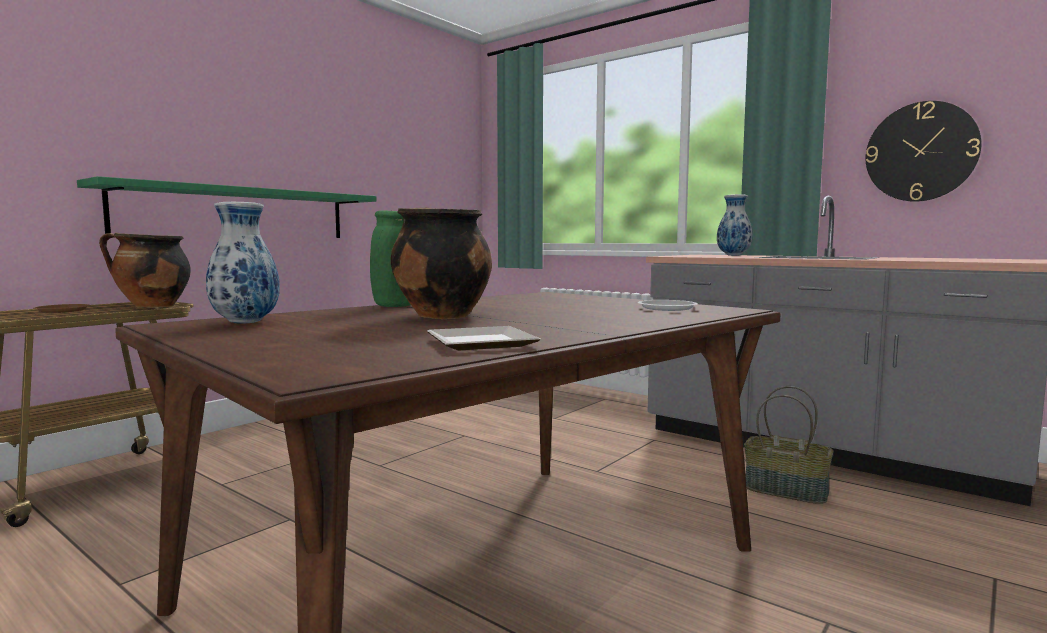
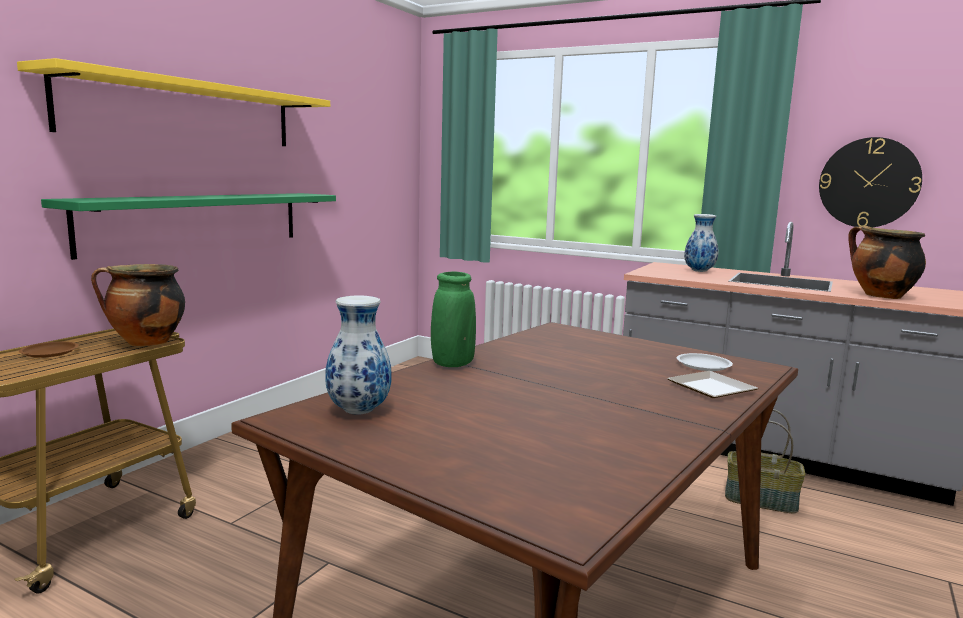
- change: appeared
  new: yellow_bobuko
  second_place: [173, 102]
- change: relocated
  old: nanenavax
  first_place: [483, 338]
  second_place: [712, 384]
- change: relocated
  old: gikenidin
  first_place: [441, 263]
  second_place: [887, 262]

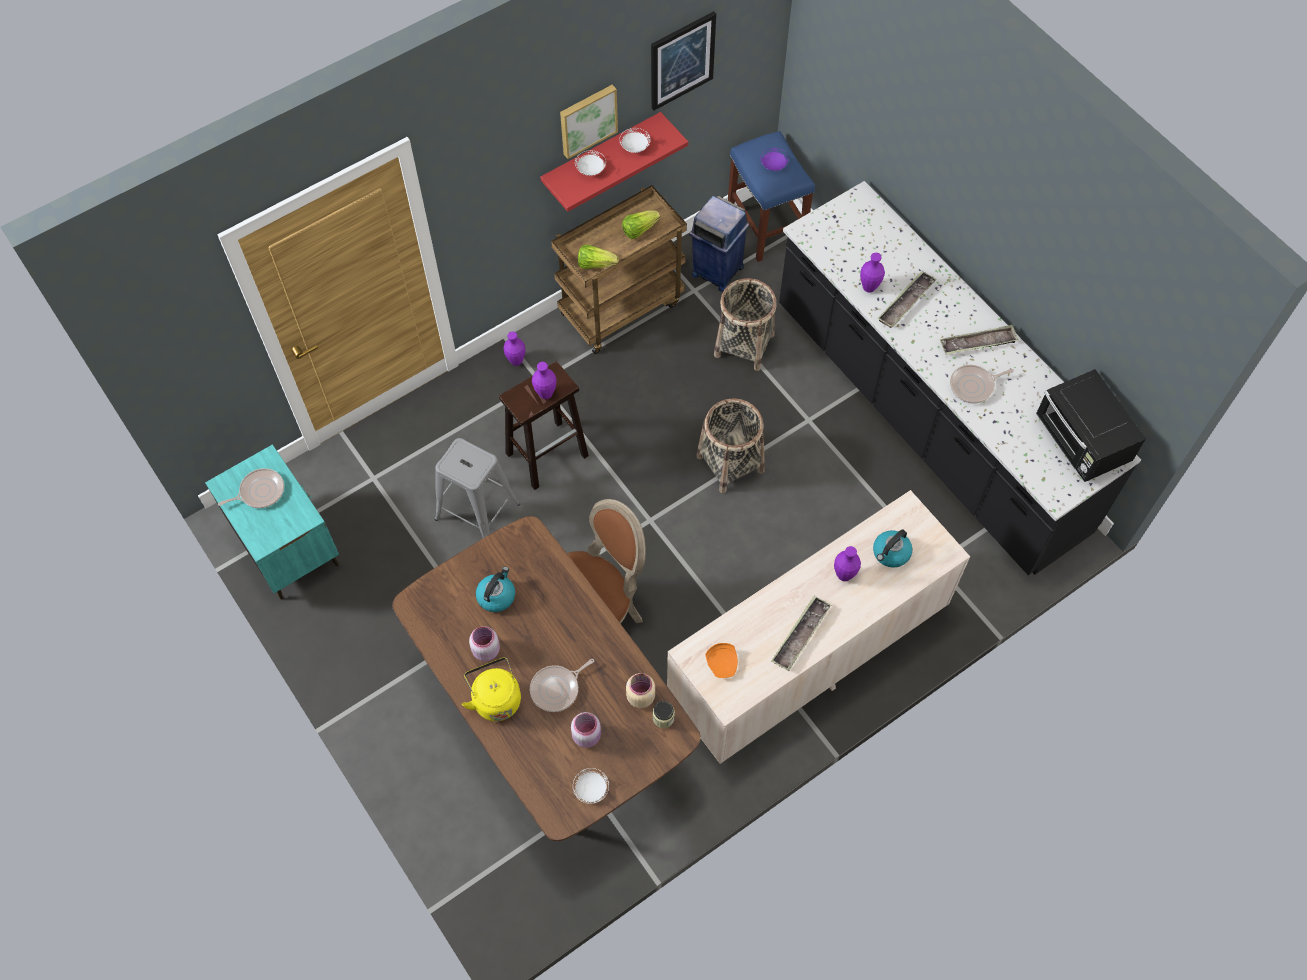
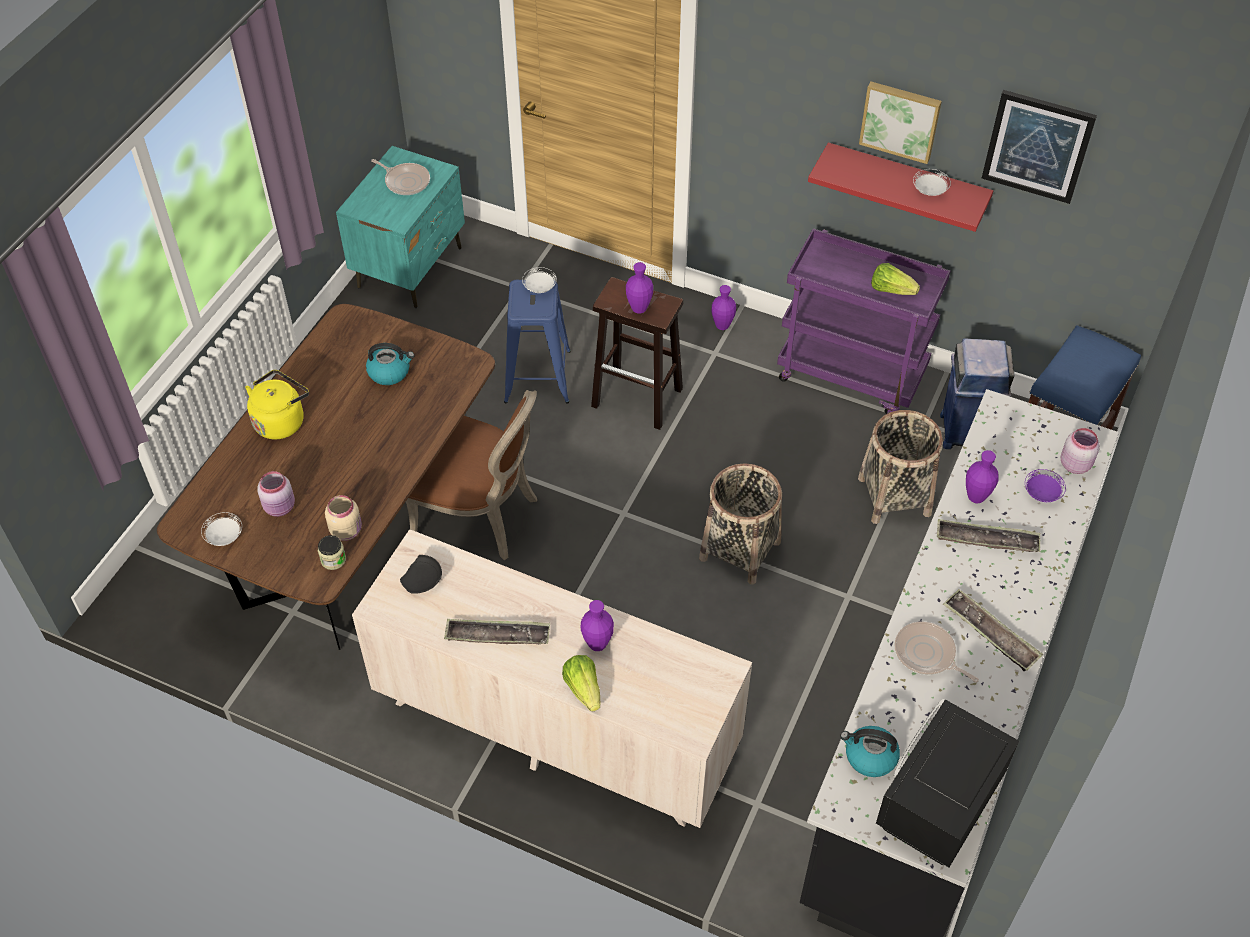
- change: colour
  old: orange_nanenavax
  new: black_nanenavax
  first_place: [722, 660]
  second_place: [421, 574]
- change: colour
  old: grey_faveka
  new: blue_faveka
  first_place: [477, 488]
  second_place: [537, 341]
- change: relocated
  old: white_nanenavax
  first_place: [590, 163]
  second_place: [539, 280]
- change: relocated
  old: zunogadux
  first_place: [598, 256]
  second_place: [581, 683]
- change: colour
  old: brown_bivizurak
  new: purple_bivizurak
  first_place: [619, 269]
  second_place: [863, 321]
- change: relocated
  old: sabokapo
  first_place: [892, 548]
  second_place: [870, 751]
- change: relocated
  old: purple_nanenavax
  first_place: [774, 159]
  second_place: [1045, 485]
- change: relocated
  old: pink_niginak
  first_place: [484, 643]
  second_place: [1080, 451]
- change: missing
  old: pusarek
  first_place: [562, 685]

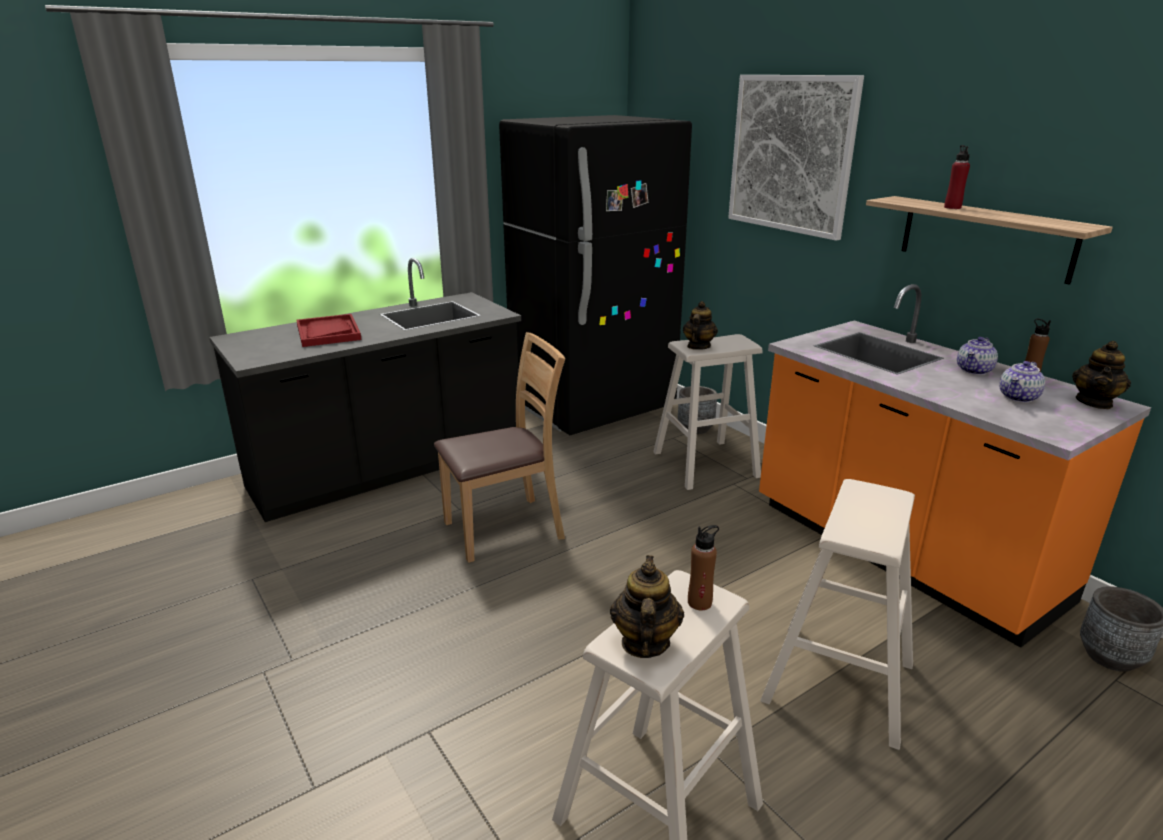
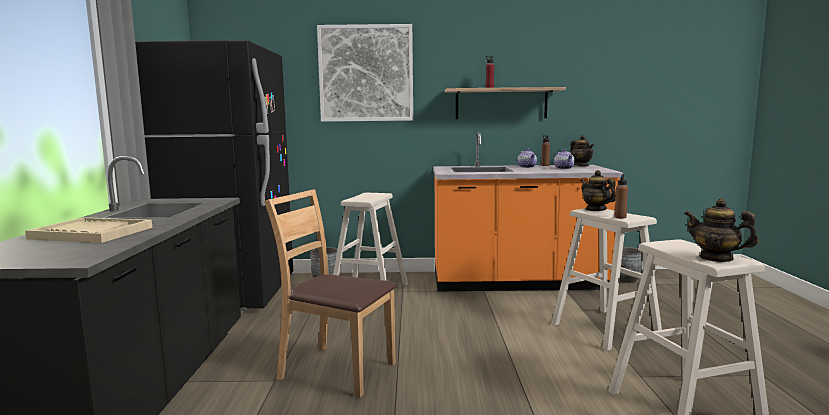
- change: colour
  old: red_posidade
  new: beige_posidade
  first_place: [329, 330]
  second_place: [88, 230]
- change: spun
  old: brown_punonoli
  first_place: [499, 447]
  second_place: [330, 293]
  degrees: -75
- change: relocated
  old: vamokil
  first_place: [700, 325]
  second_place: [598, 190]
- change: relocated
  old: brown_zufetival
  first_place: [703, 567]
  second_place: [621, 196]

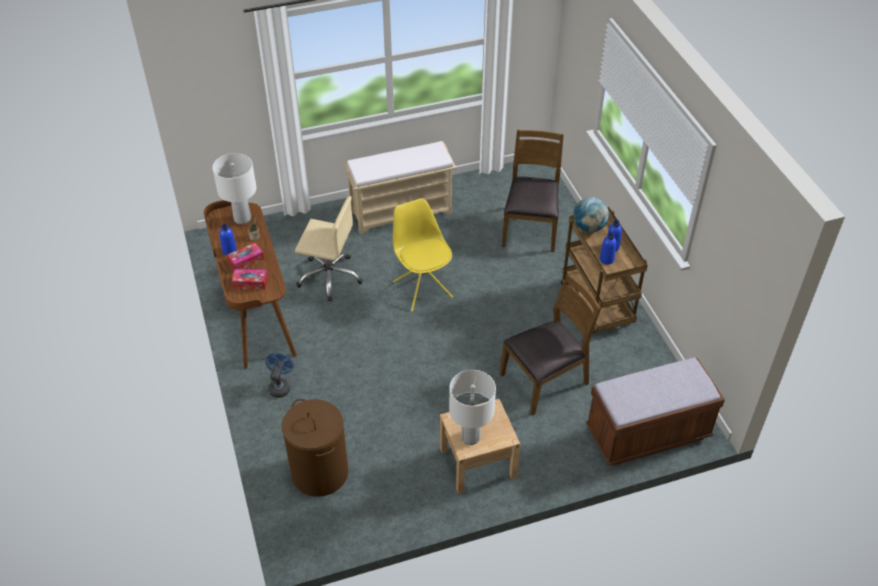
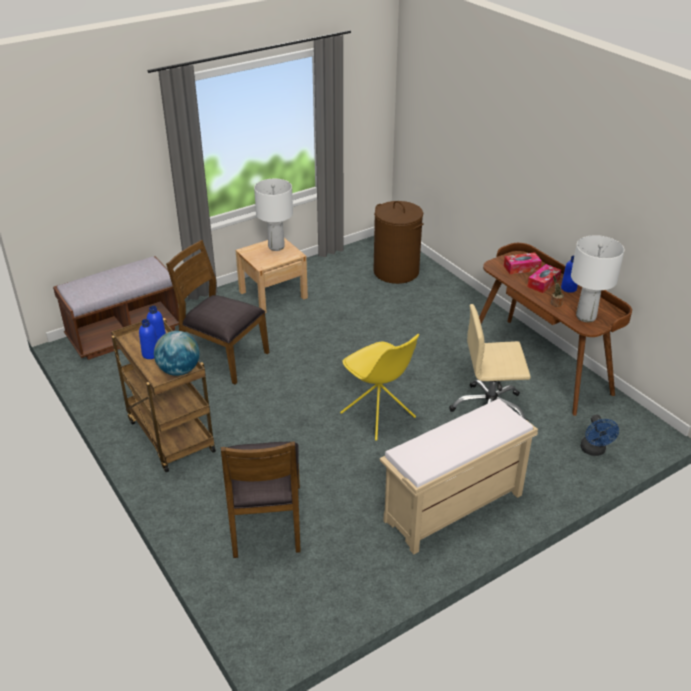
- change: spun
  old: brown_punonoli
  first_place: [550, 344]
  second_place: [217, 312]
  degrees: 75
- change: relocated
  old: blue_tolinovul
  first_place: [279, 375]
  second_place: [599, 435]

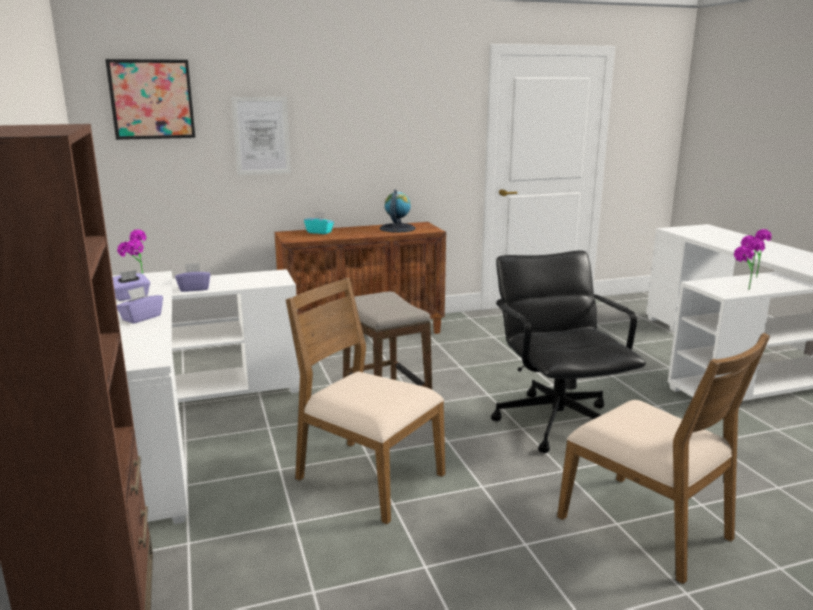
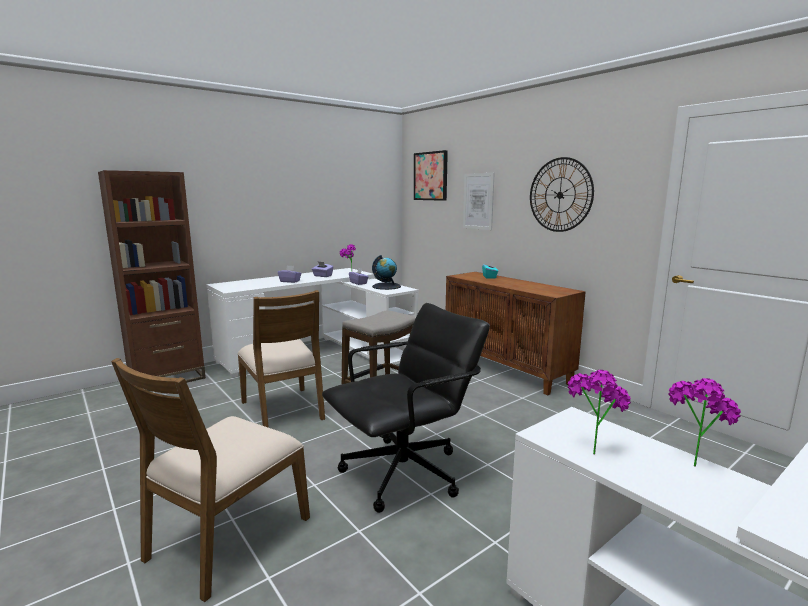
- change: spun
  old: brown_punonoli
  first_place: [365, 400]
  second_place: [281, 359]
  degrees: 135
- change: relocated
  old: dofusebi
  first_place: [398, 211]
  second_place: [386, 272]
- change: appeared
  new: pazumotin
  second_place: [562, 194]

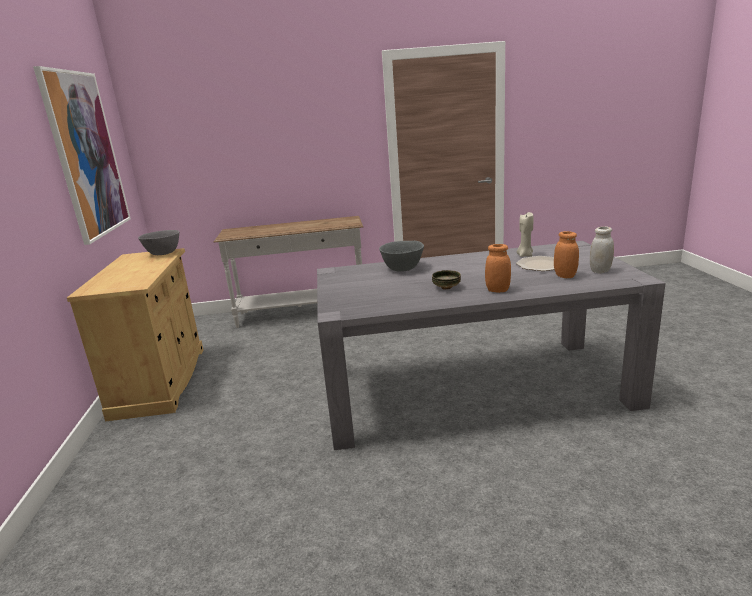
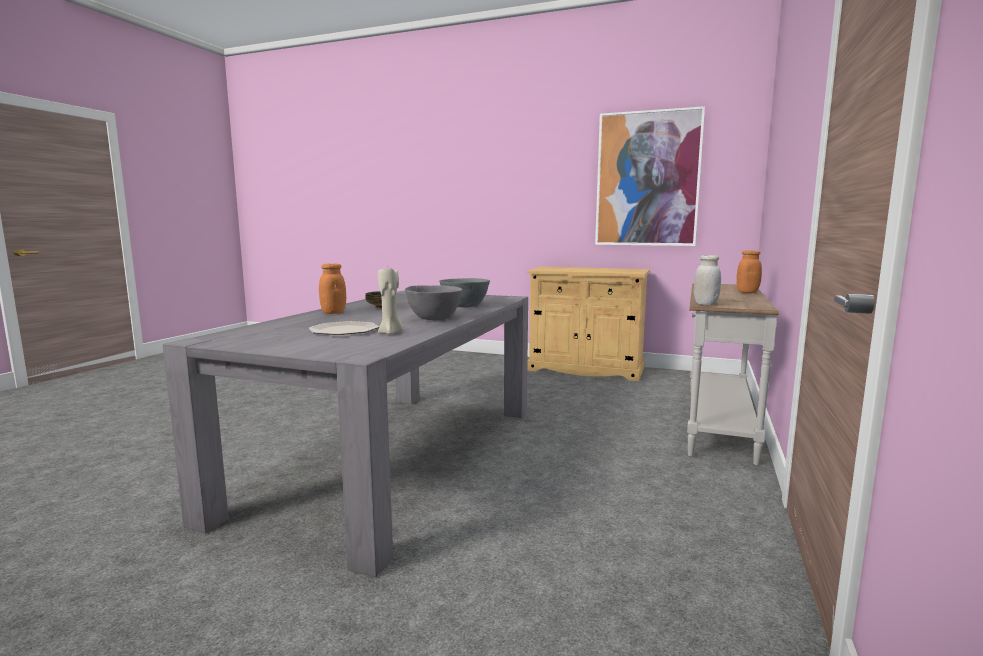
- change: relocated
  old: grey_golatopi
  first_place: [158, 242]
  second_place: [434, 302]
- change: relocated
  old: white_niginak
  first_place: [602, 249]
  second_place: [707, 280]
- change: relocated
  old: orange_niginak
  first_place: [566, 254]
  second_place: [749, 271]

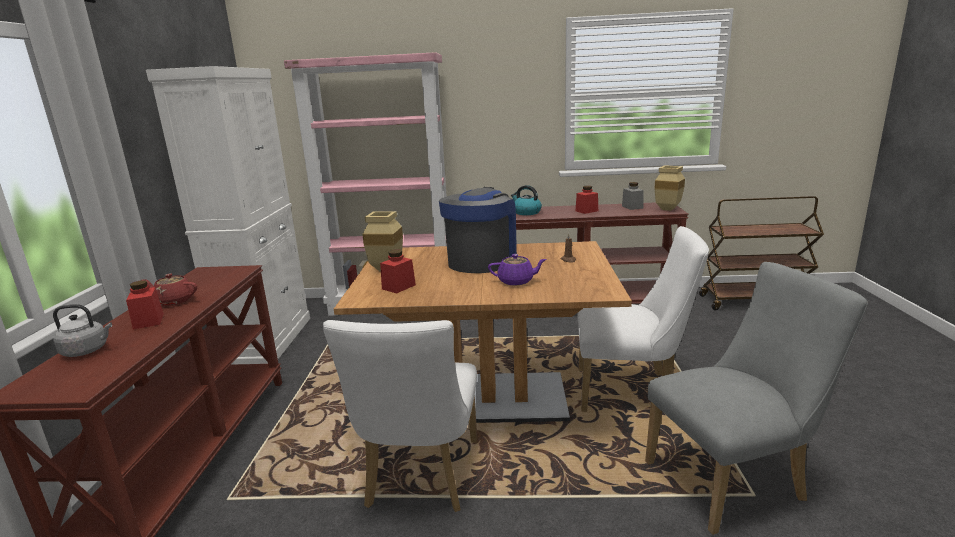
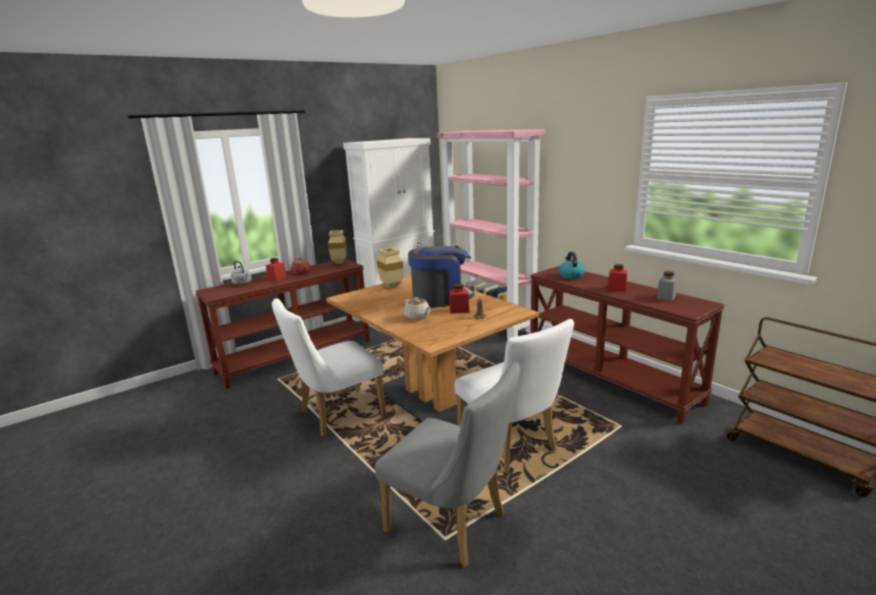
- change: relocated
  old: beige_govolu
  first_place: [669, 188]
  second_place: [337, 247]
- change: colour
  old: purple_vamokil
  new: beige_vamokil
  first_place: [517, 270]
  second_place: [417, 308]
- change: relocated
  old: red_niginak
  first_place: [398, 271]
  second_place: [460, 299]

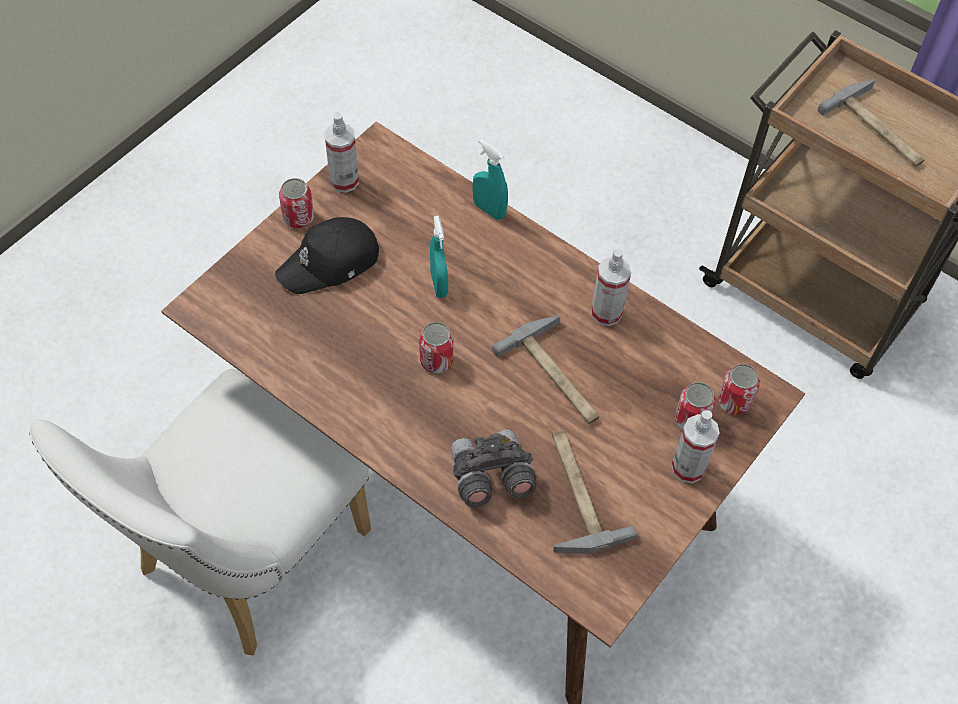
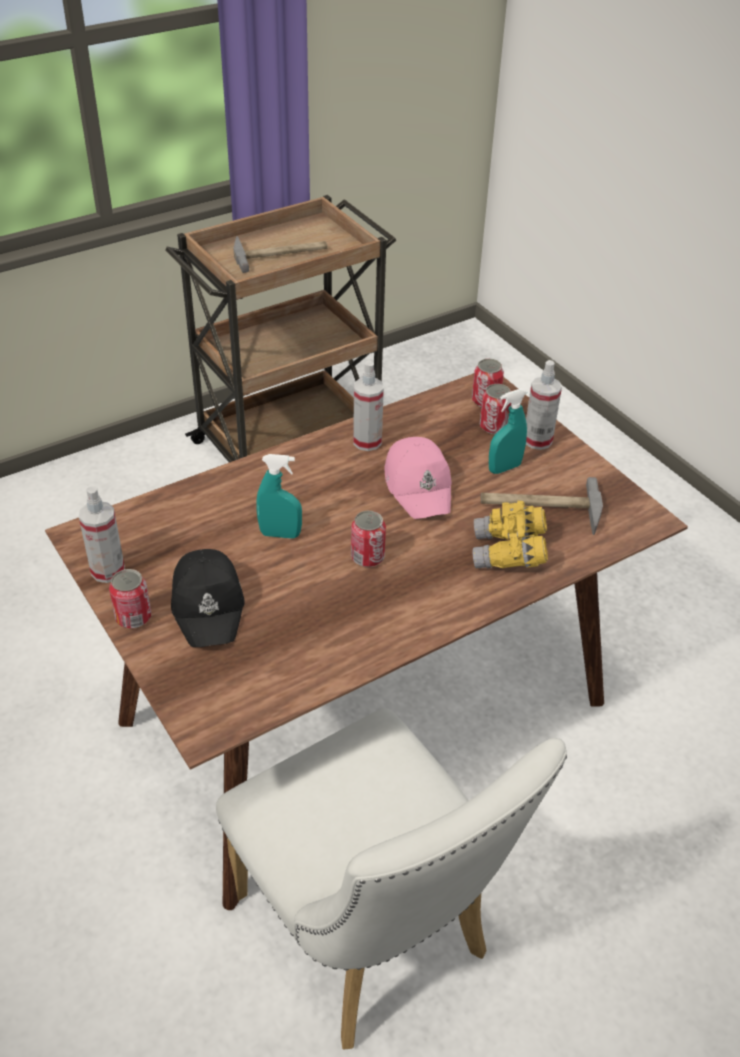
- change: exchanged
  old: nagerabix
  new: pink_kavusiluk
  first_place: [545, 369]
  second_place: [418, 478]
- change: colour
  old: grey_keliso
  new: yellow_keliso
  first_place: [493, 469]
  second_place: [510, 535]
- change: relocated
  old: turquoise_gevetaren
  first_place: [490, 179]
  second_place: [508, 431]

